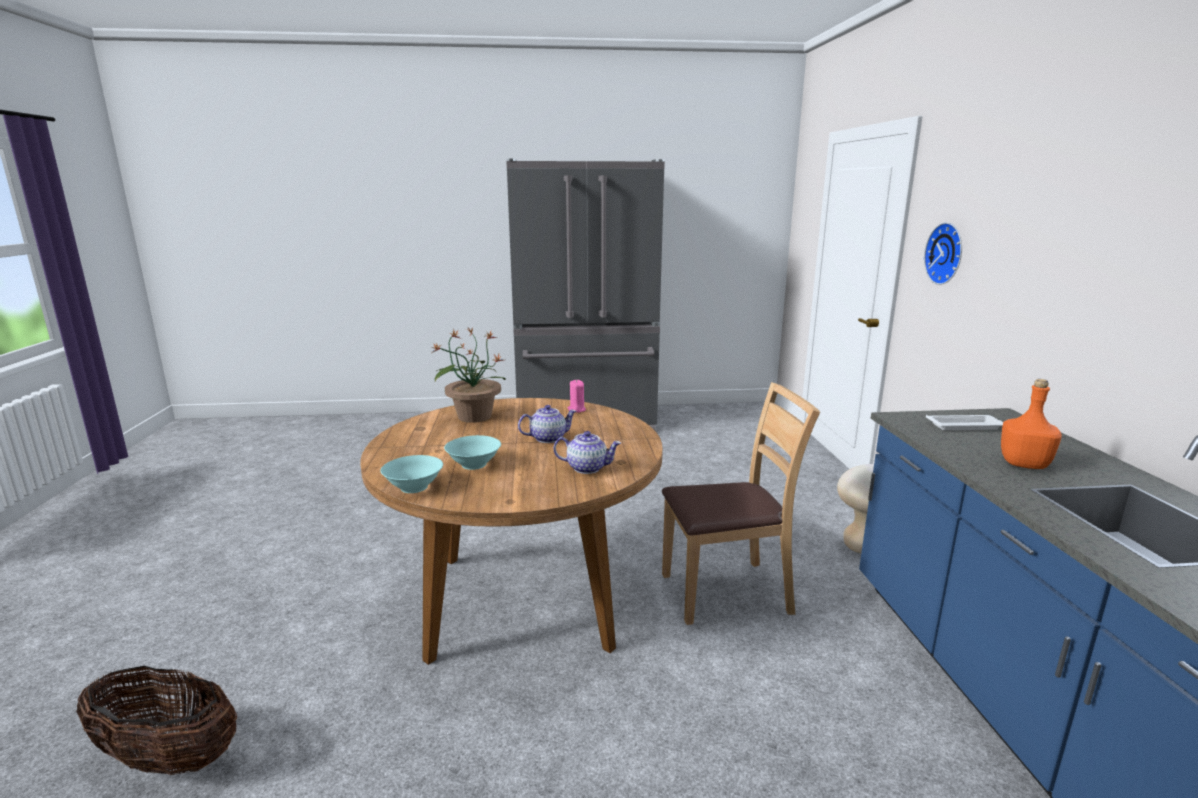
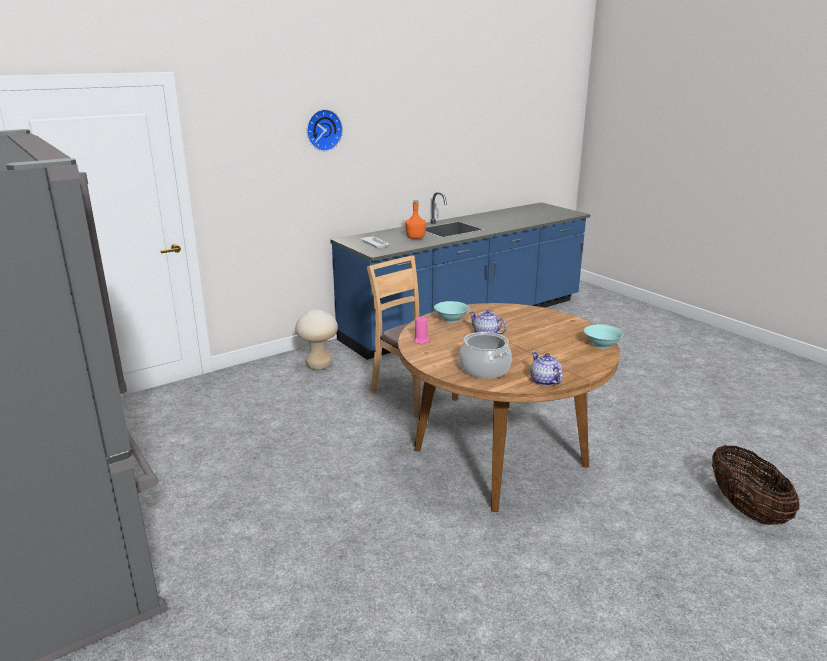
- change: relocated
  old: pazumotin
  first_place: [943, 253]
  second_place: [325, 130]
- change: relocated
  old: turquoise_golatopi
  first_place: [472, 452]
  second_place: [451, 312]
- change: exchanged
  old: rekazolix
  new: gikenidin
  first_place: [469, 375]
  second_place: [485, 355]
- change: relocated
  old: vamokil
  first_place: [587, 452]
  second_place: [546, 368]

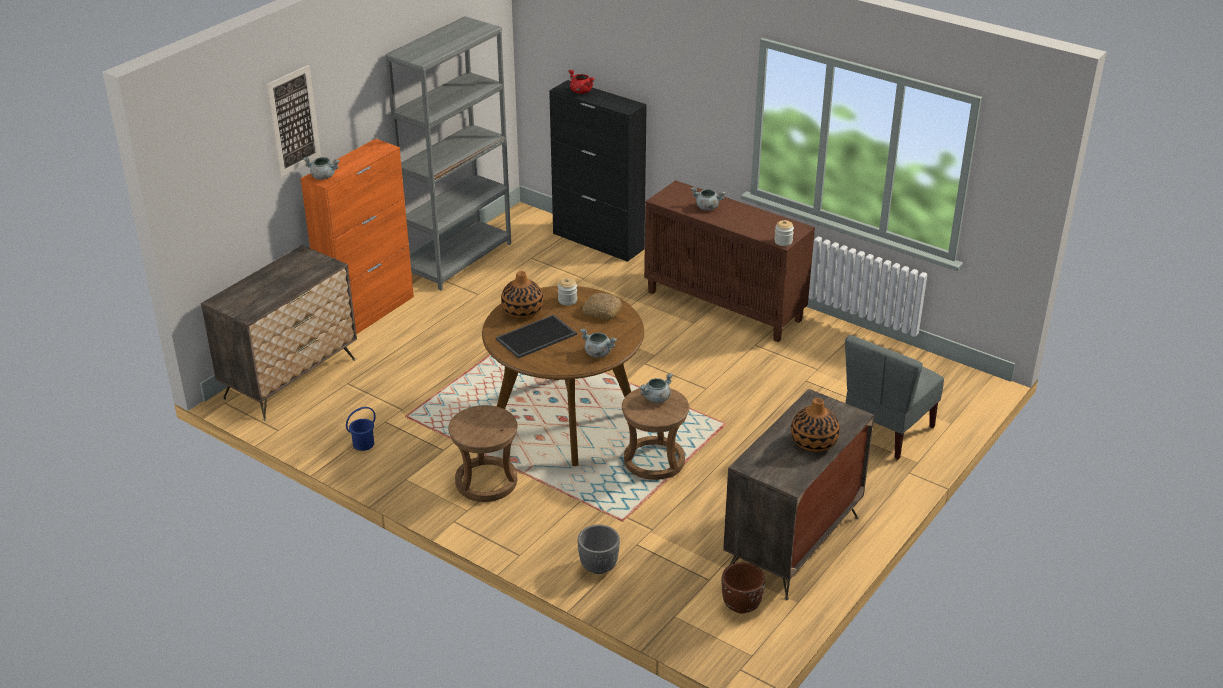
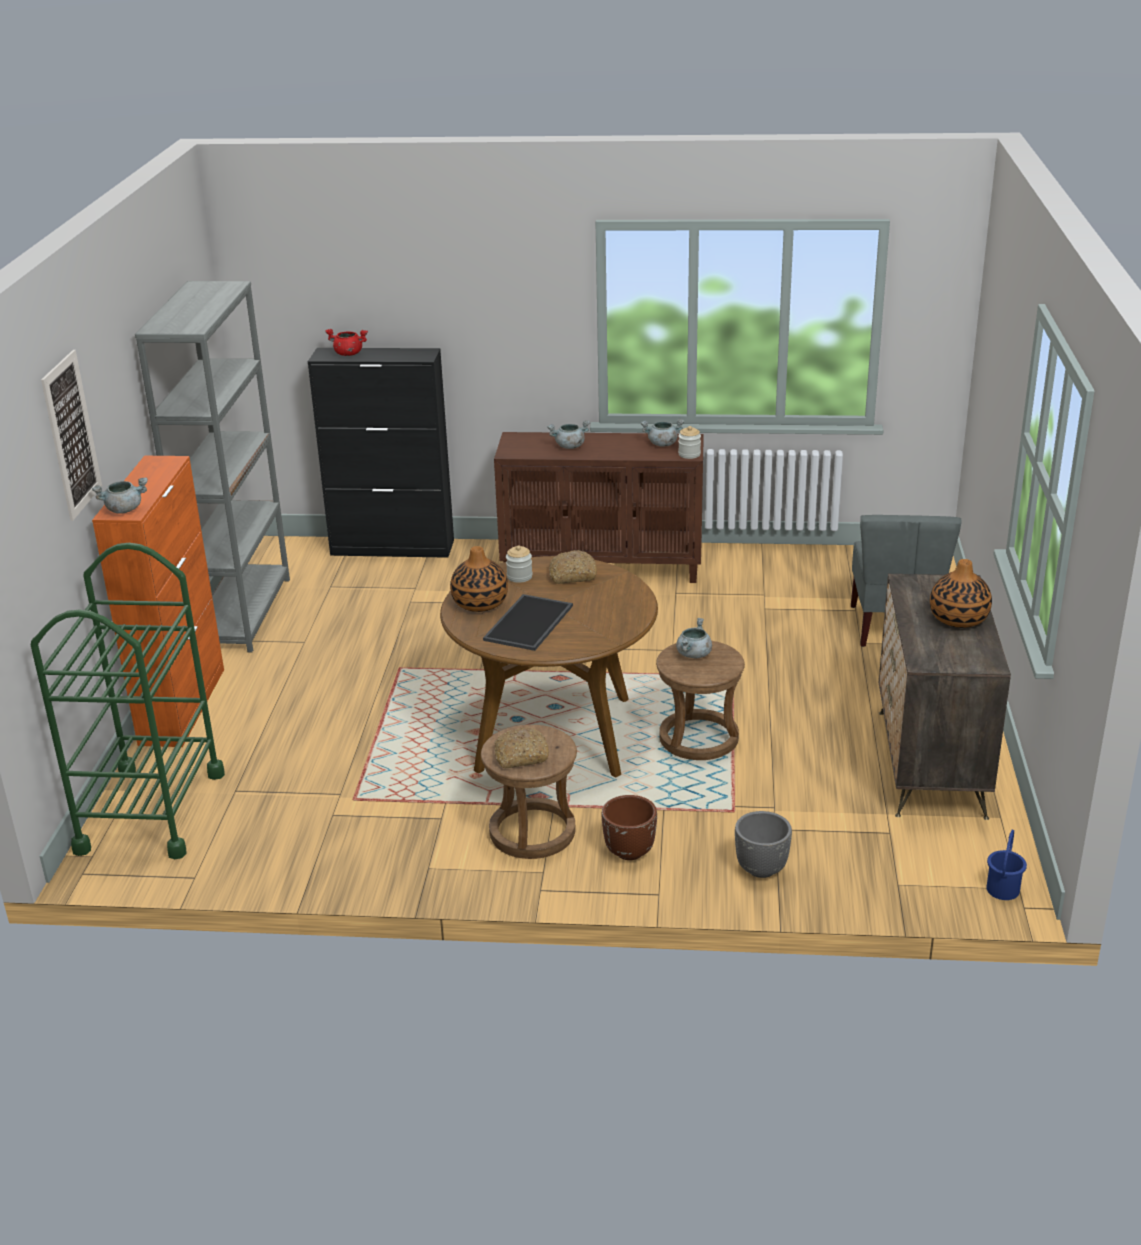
- change: exchanged
  old: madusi
  new: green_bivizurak
  first_place: [279, 333]
  second_place: [128, 701]
- change: appeared
  new: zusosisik
  second_place: [522, 747]
- change: relocated
  old: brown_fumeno
  first_place: [743, 588]
  second_place: [629, 827]
- change: relocated
  old: grey_gikenidin
  first_place: [598, 343]
  second_place: [662, 432]
- change: relocated
  old: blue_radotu
  first_place: [361, 429]
  second_place: [1006, 865]

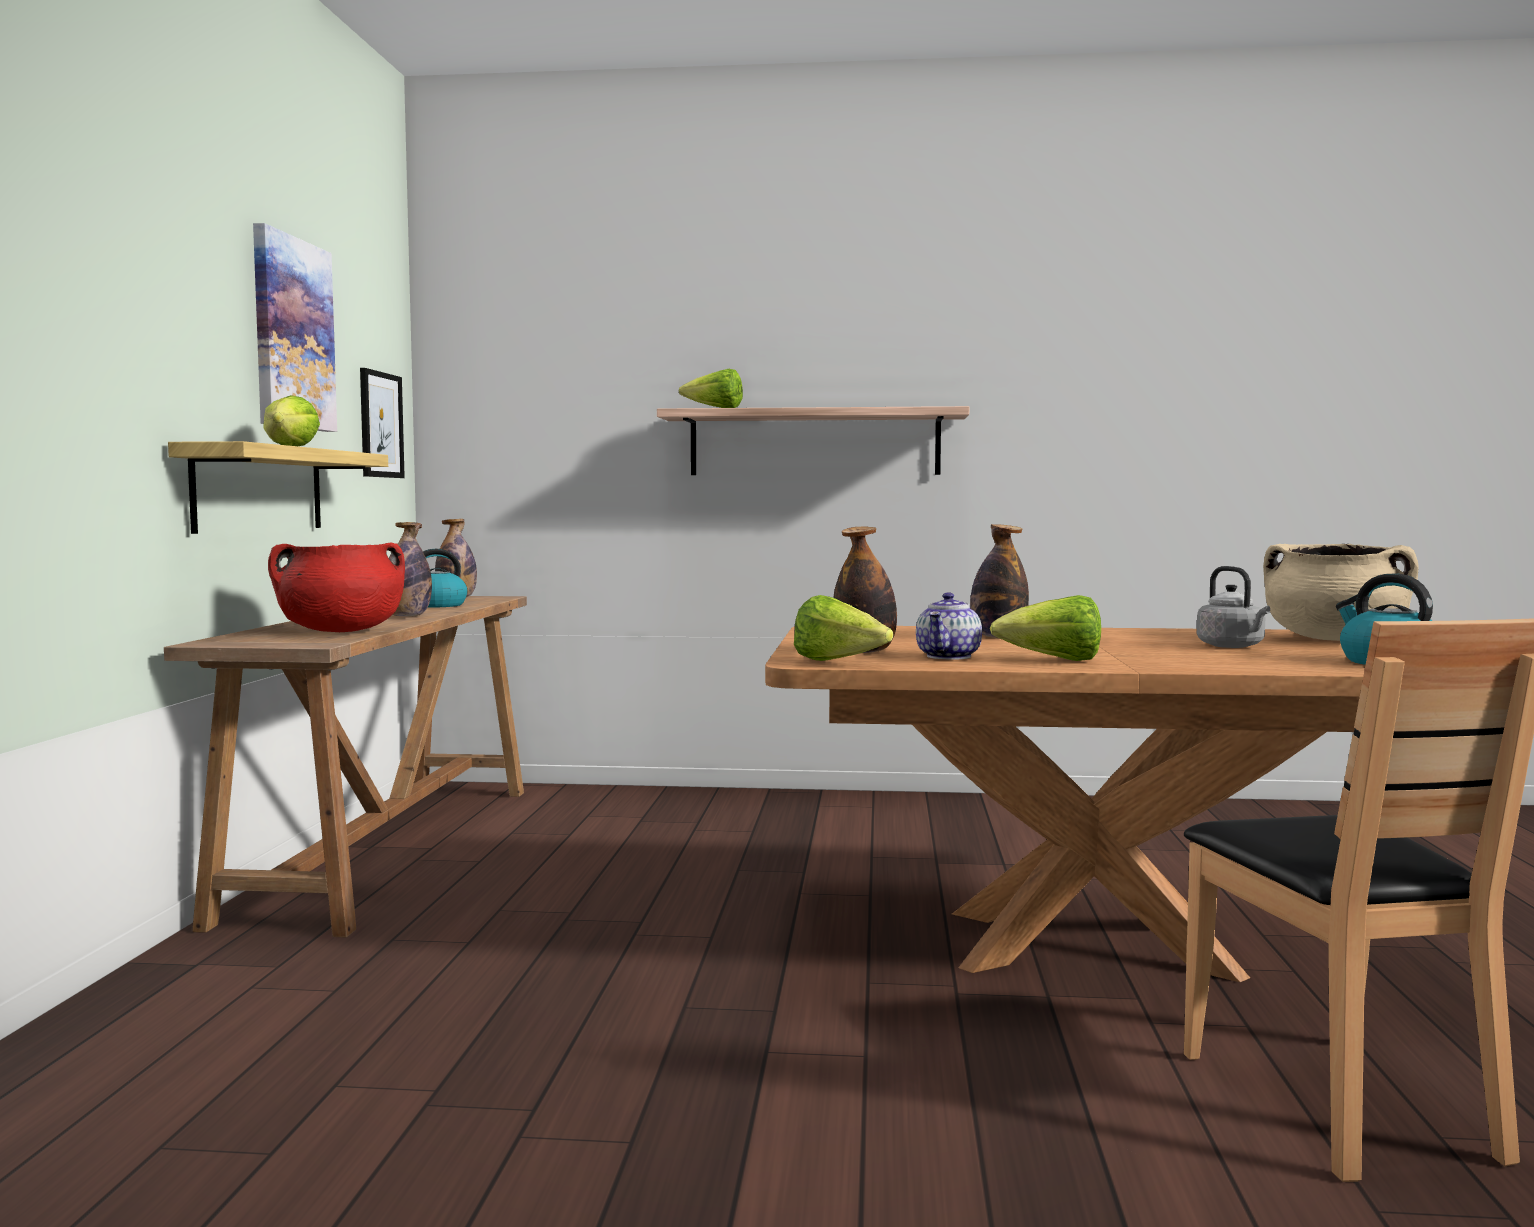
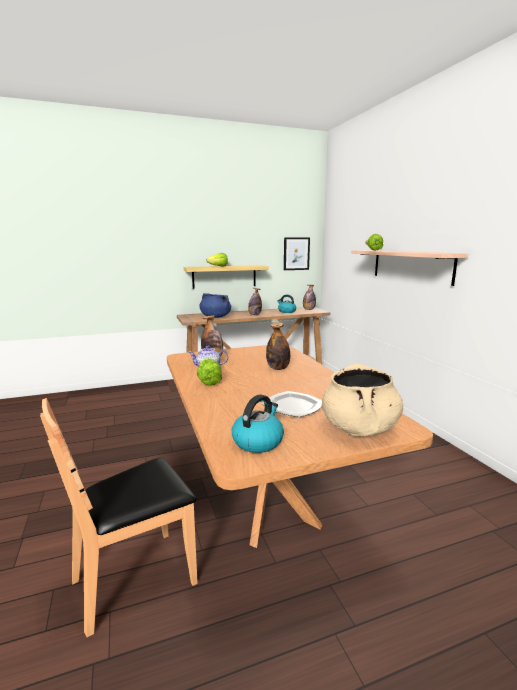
- change: colour
  old: red_gikenidin
  new: blue_gikenidin
  first_place: [336, 587]
  second_place: [215, 305]
- change: exchanged
  old: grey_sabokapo
  new: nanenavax
  first_place: [1233, 607]
  second_place: [292, 404]
- change: missing
  old: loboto
  first_place: [295, 327]
- change: missing
  old: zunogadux
  first_place: [843, 628]

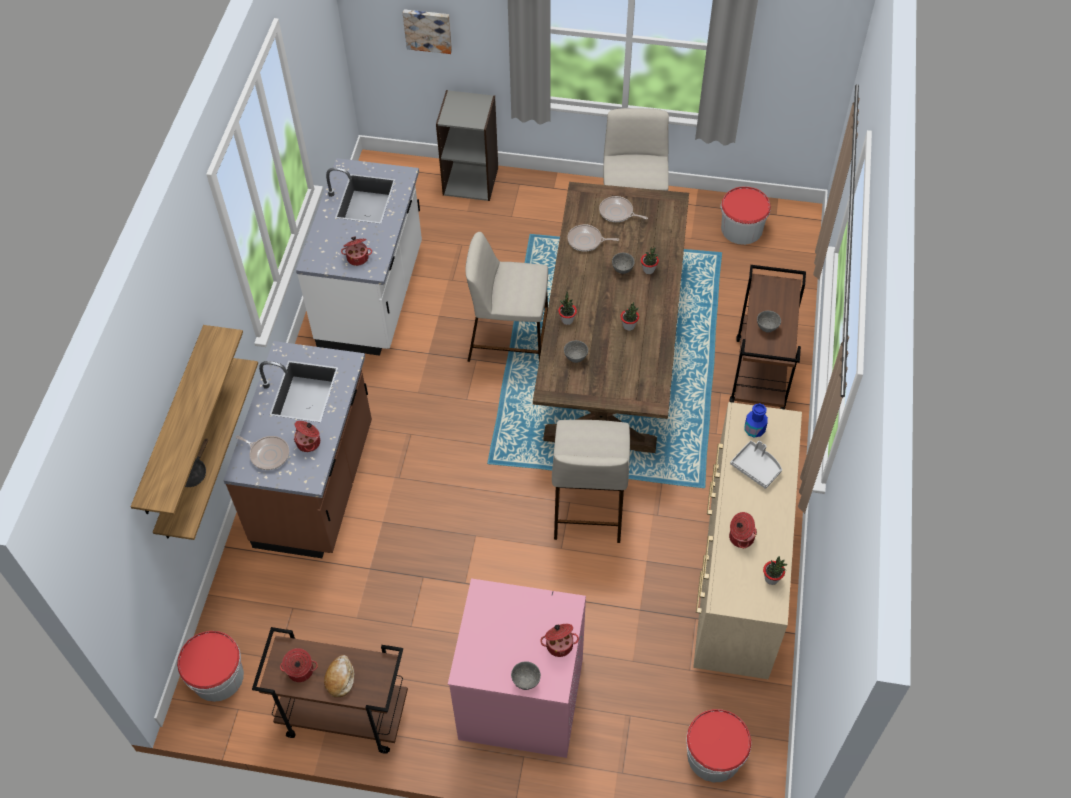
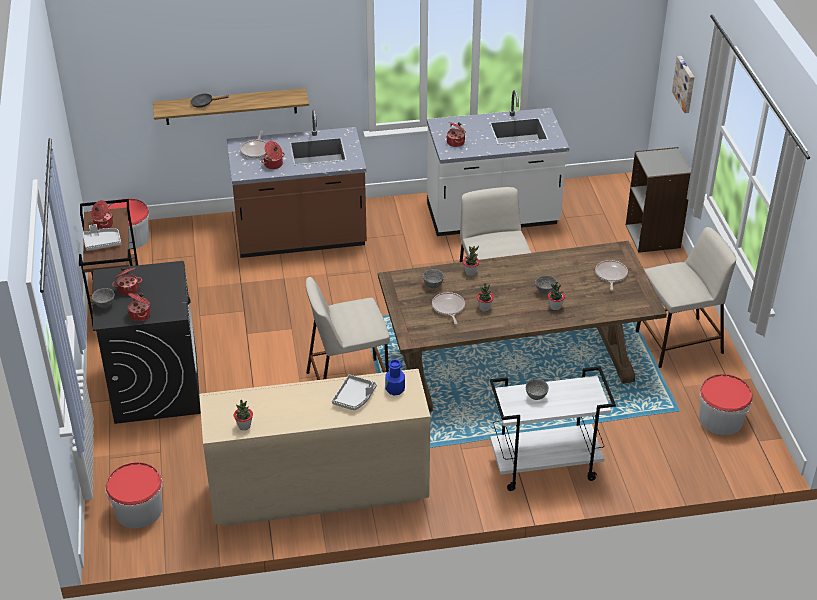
- change: exchanged
  old: zusosisik
  new: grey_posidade
  first_place: [339, 676]
  second_place: [102, 237]
- change: colour
  old: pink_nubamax
  new: black_nubamax
  first_place: [517, 668]
  second_place: [147, 342]
- change: relocated
  old: gikenidin
  first_place: [743, 530]
  second_place: [127, 281]
- change: relocated
  old: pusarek
  first_place: [593, 238]
  second_place: [448, 308]
- change: colour
  old: brown_bivizurak
  new: white_bivizurak
  first_place: [768, 337]
  second_place: [553, 428]
- change: missing
  old: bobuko
  first_place: [187, 420]

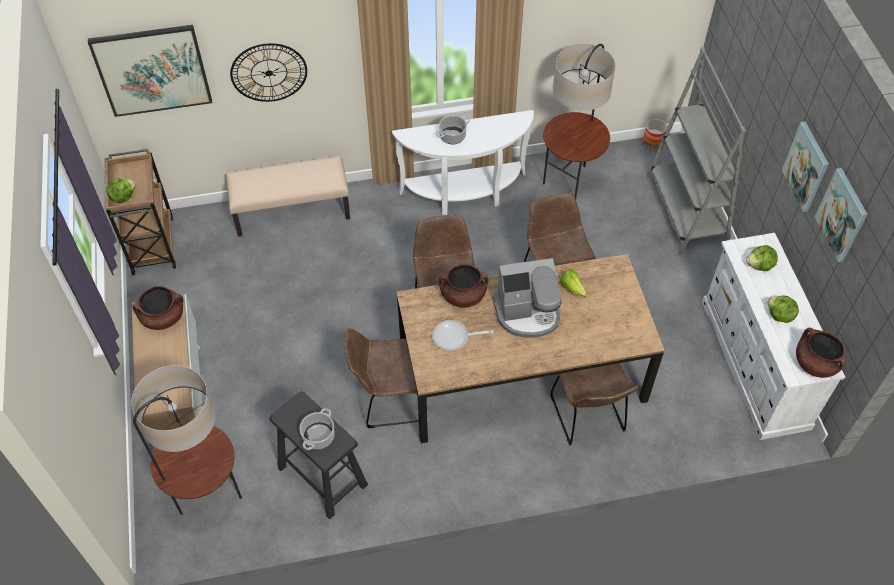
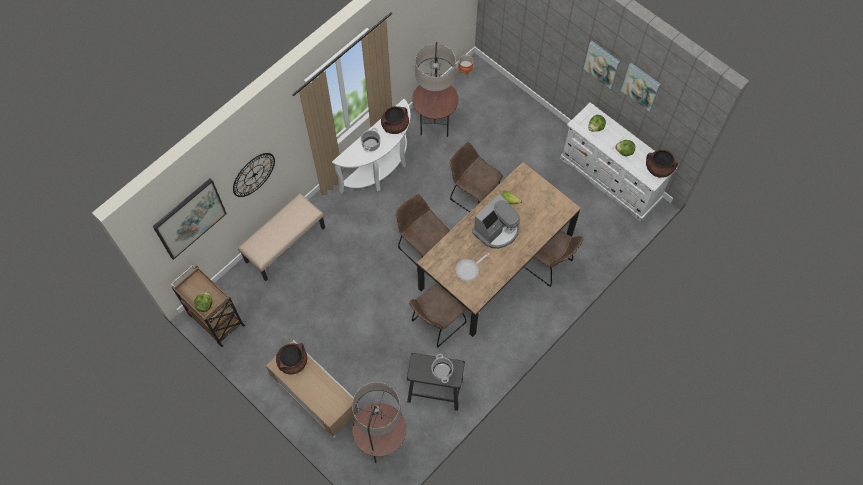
- change: relocated
  old: brown_gikenidin
  first_place: [463, 286]
  second_place: [395, 120]
- change: missing
  old: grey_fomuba
  first_place: [696, 151]

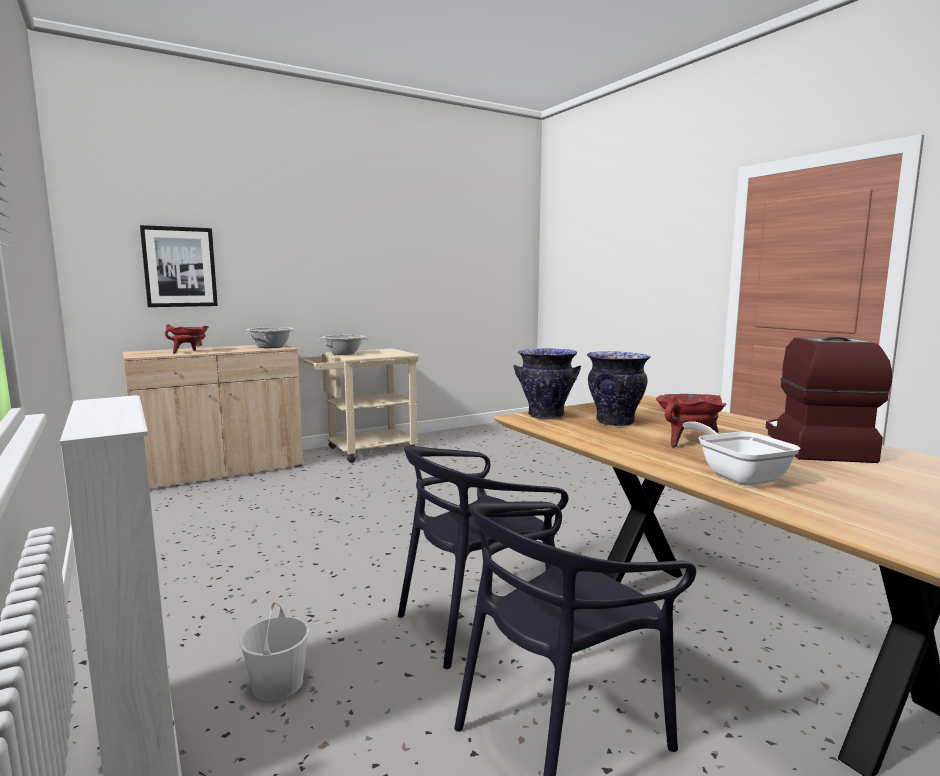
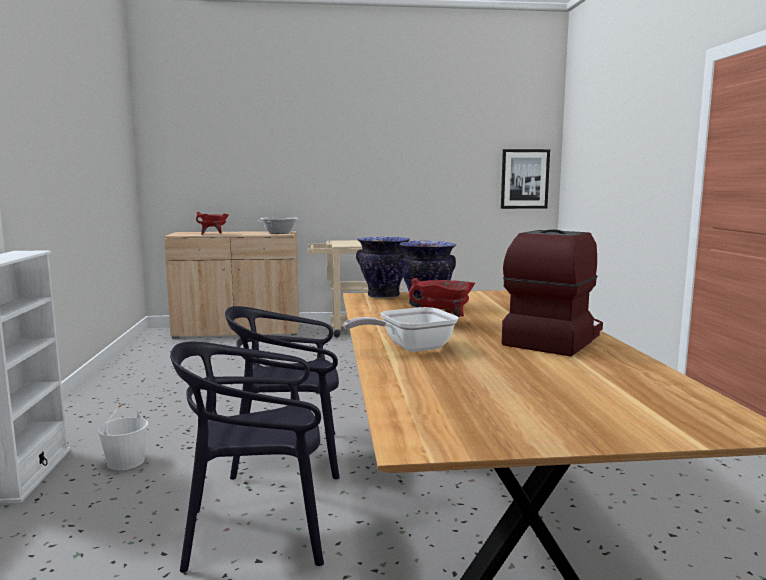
- change: spun
  old: pusarek
  first_place: [741, 453]
  second_place: [400, 329]
  degrees: -120
- change: relocated
  old: loboto
  first_place: [179, 266]
  second_place: [525, 179]
- change: missing
  old: gikenidin
  first_place: [343, 345]

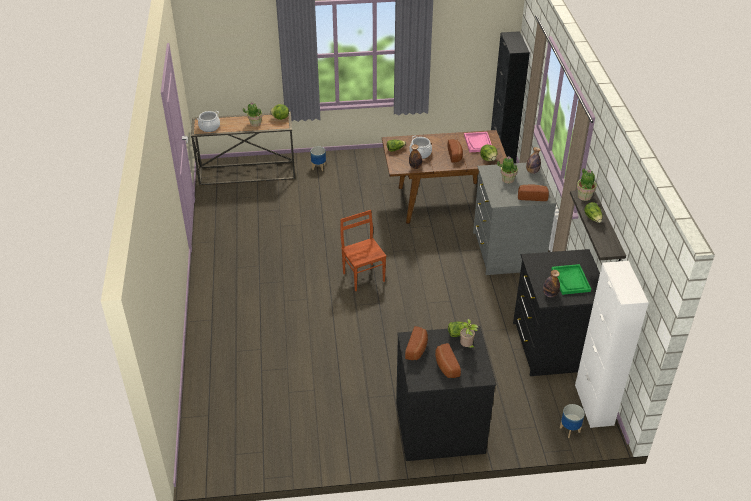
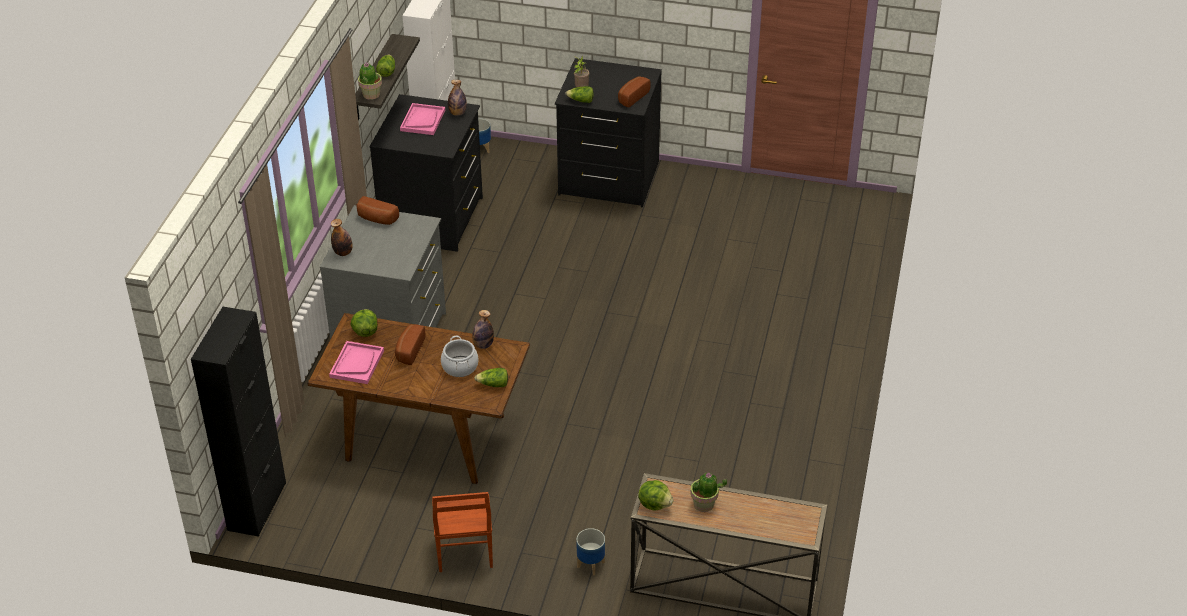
- change: colour
  old: green_posidade
  new: pink_posidade
  first_place: [571, 279]
  second_place: [422, 119]
- change: relocated
  old: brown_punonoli
  first_place: [363, 250]
  second_place: [462, 532]
- change: missing
  old: gikenidin
  first_place: [208, 121]
- change: missing
  old: zusosisik
  first_place: [448, 360]
- change: missing
  old: rekazolix
  first_place: [507, 170]

